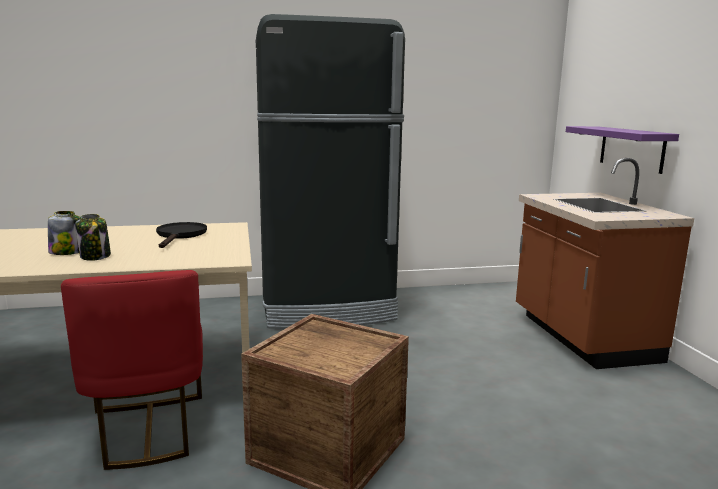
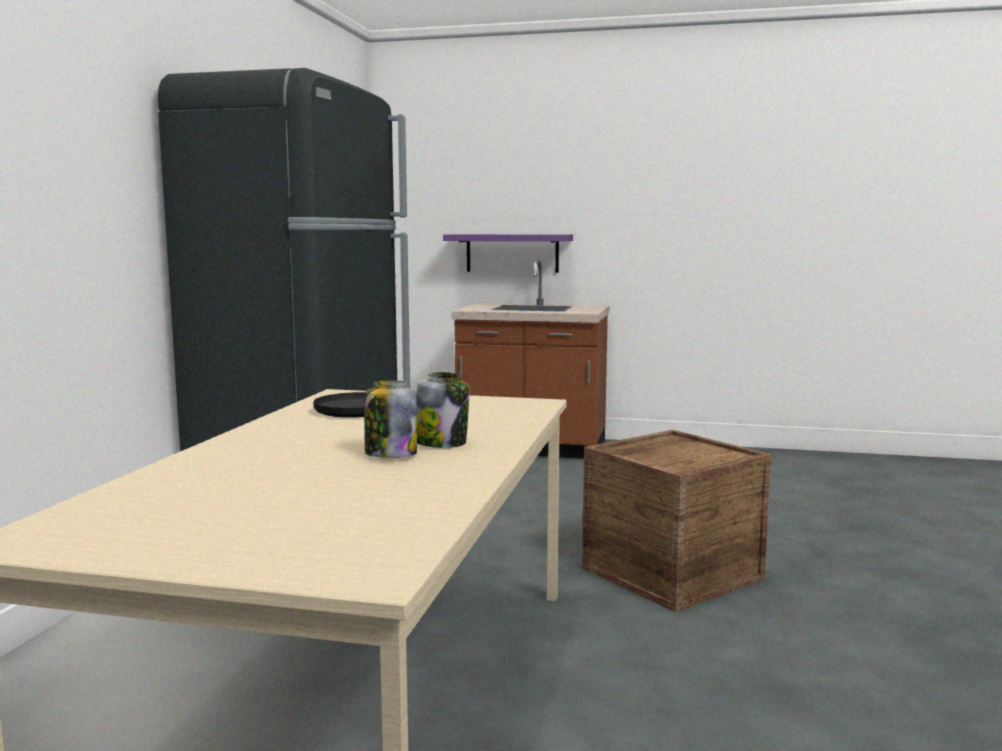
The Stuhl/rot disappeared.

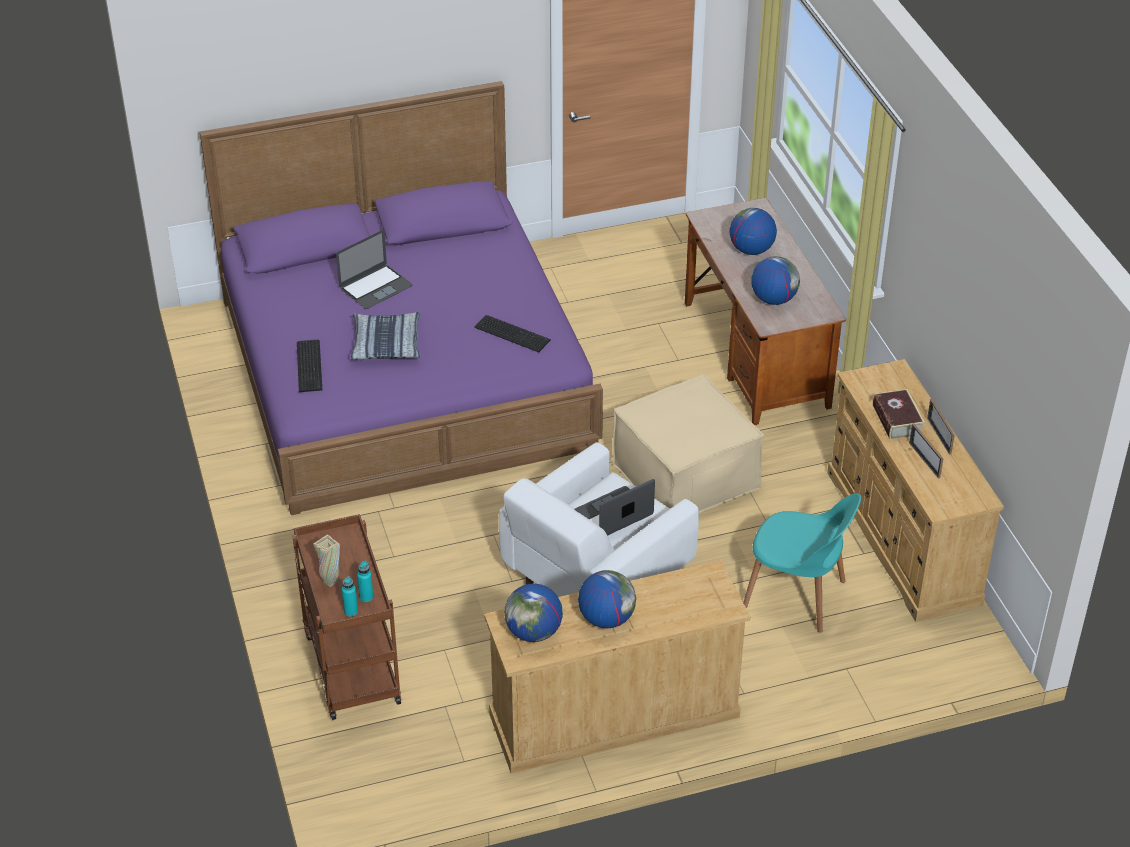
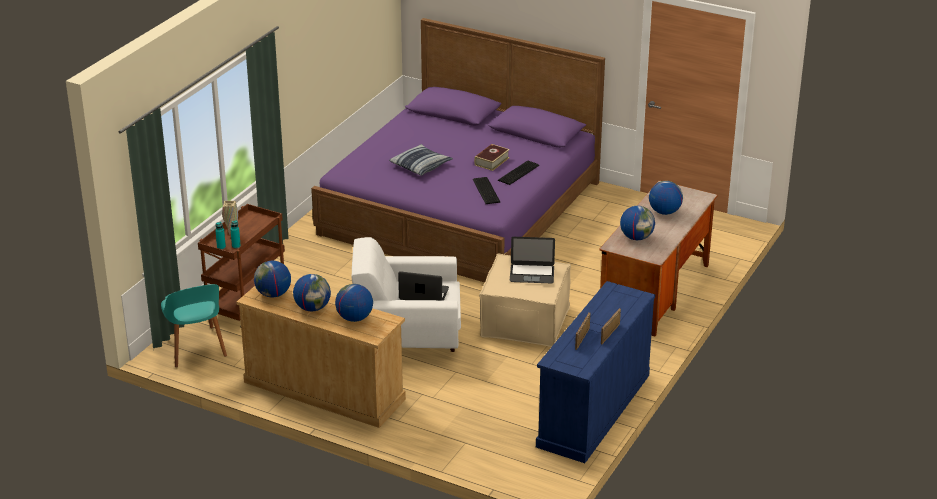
The Stuhl/türkis moved.
The Globus (3rd from left) appeared.
The Buch moved.
The Tastatur (1st from left in the first image) moved.
The Laptop (1st from left in the first image) moved.
The Kommode/beige (2nd from left) became the Kommode/blau.

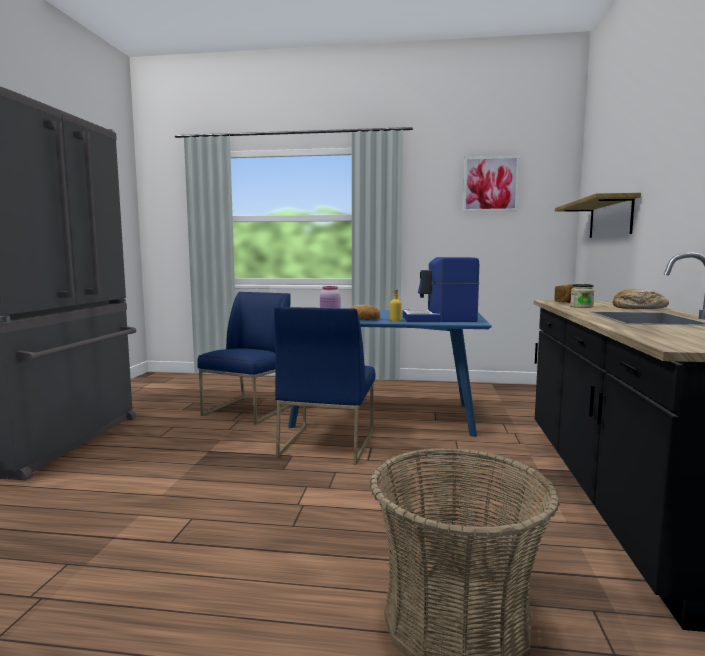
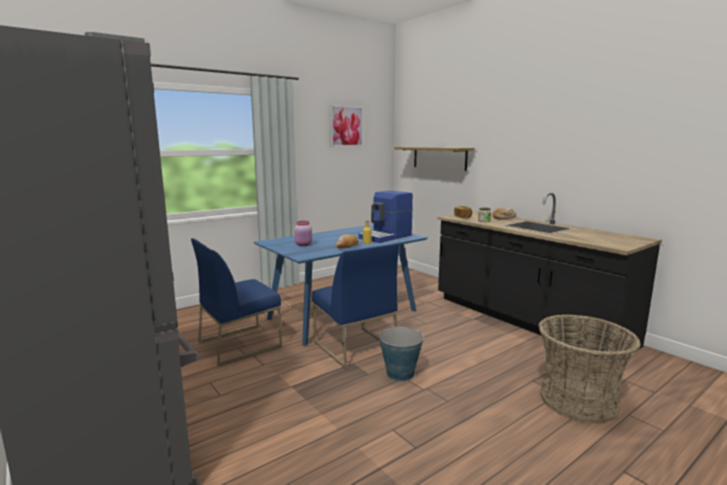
The Stuhl/blau (1st from left) turned 105 degrees counterclockwise.
The Eimer appeared.

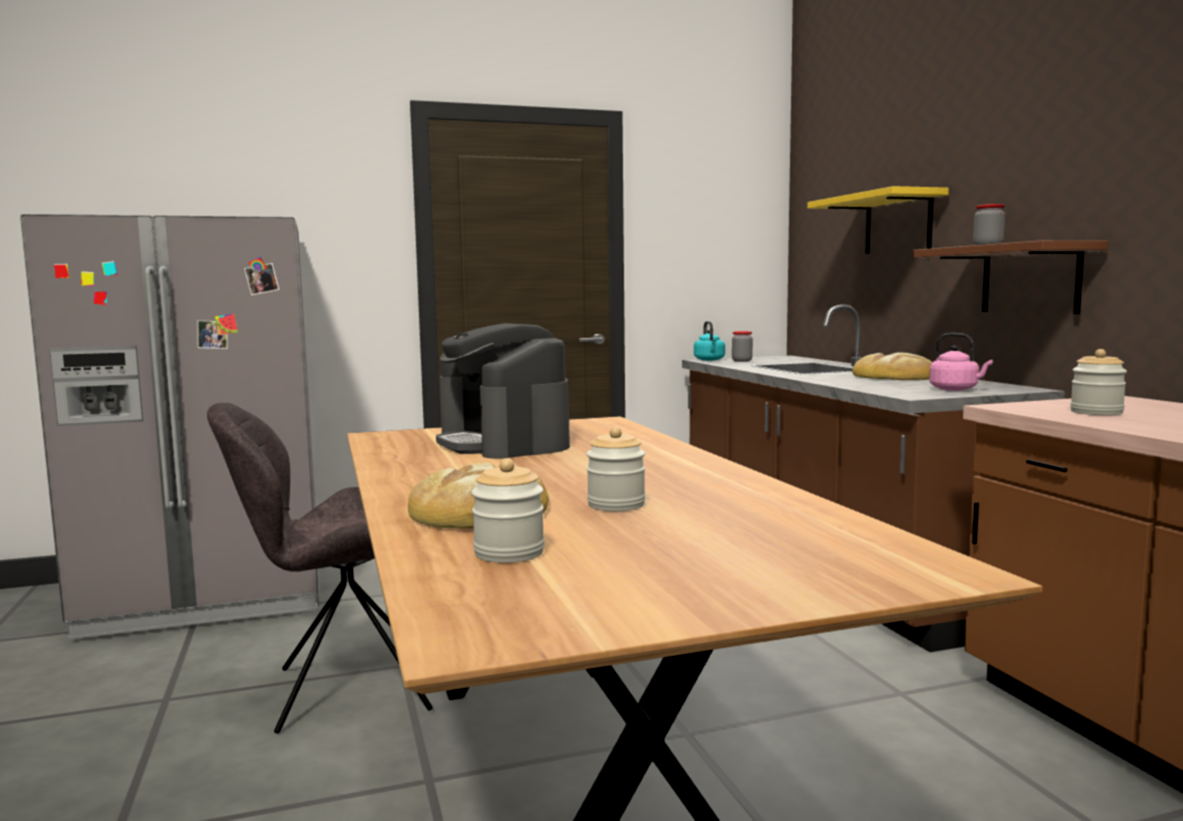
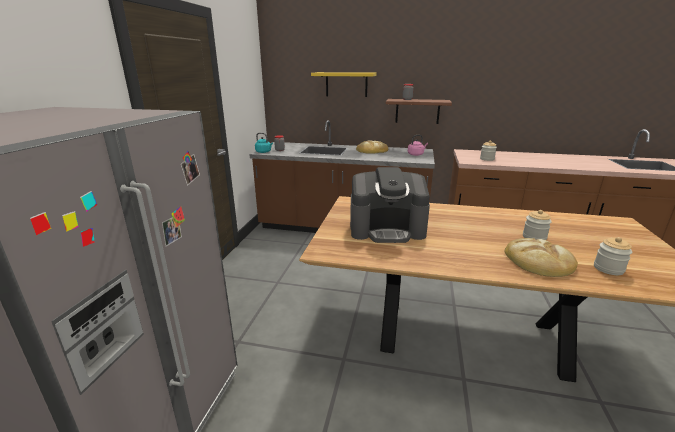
The Stuhl/grau disappeared.

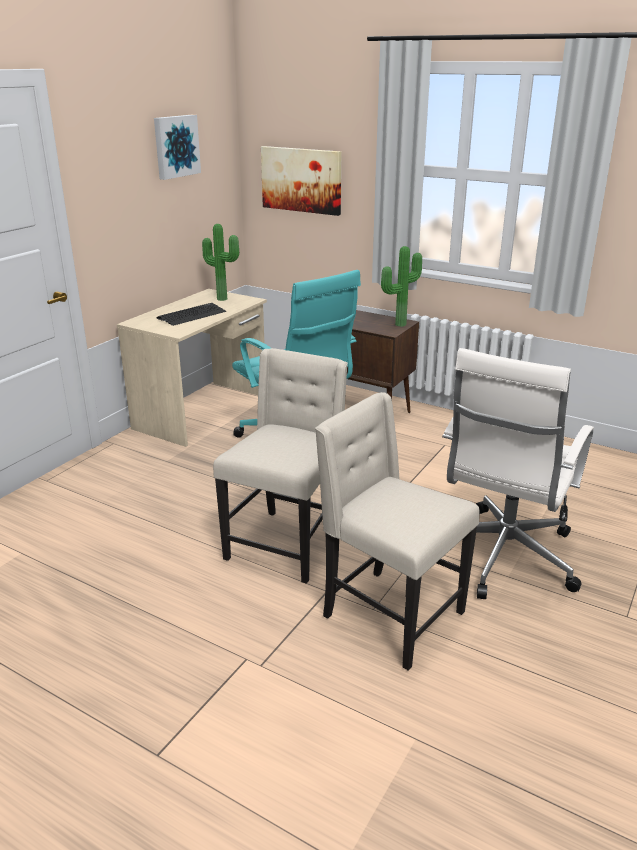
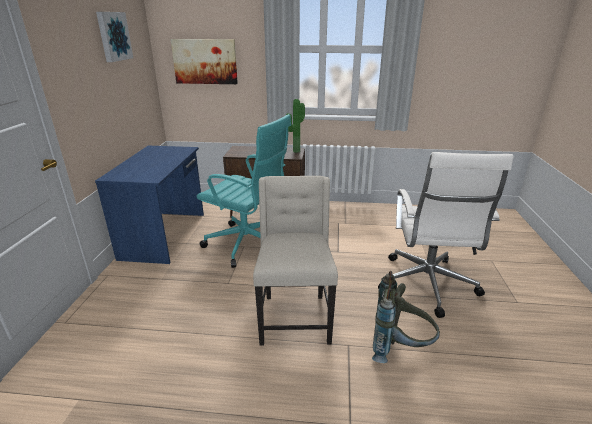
The Schreibtisch/beige became the Schreibtisch/blau.
The Stuhl/beige (2nd from left) was replaced by the Rucksack/grau.
The Tastatur disappeared.
The Topfpflanze (1st from left) disappeared.

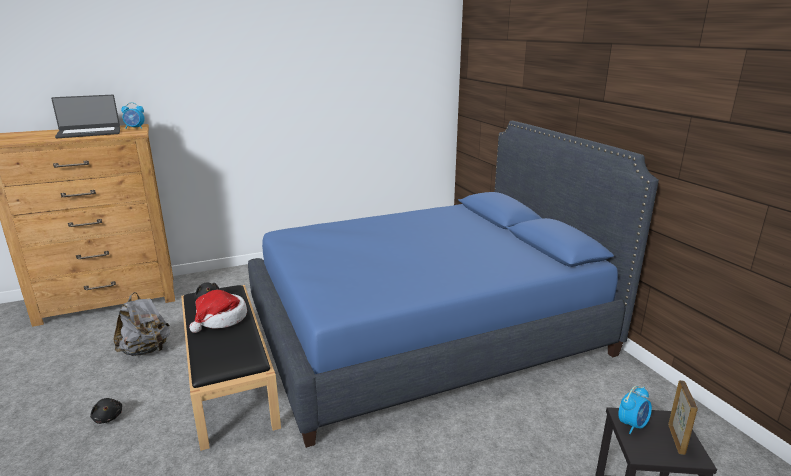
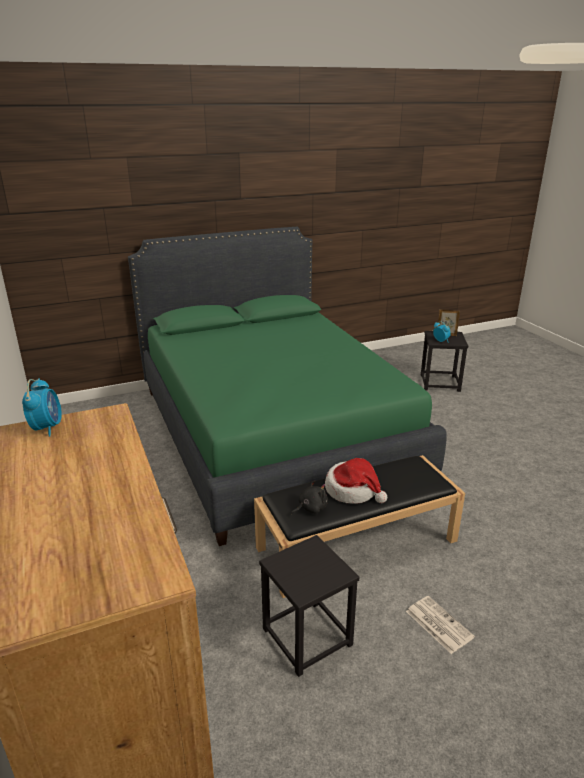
The Bett/blau became the Bett/grün.
The Rucksack/grau was replaced by the Hocker/schwarz (1st from left).
The Plüschtier/schwarz (1st from left) was replaced by the Zeitung.
The Laptop disappeared.

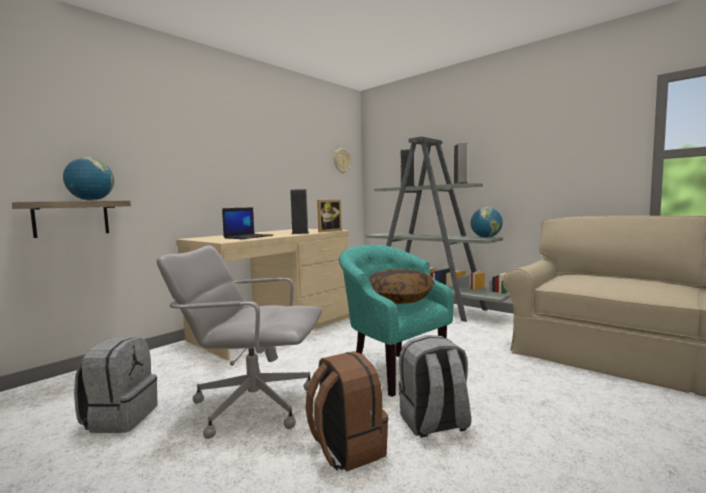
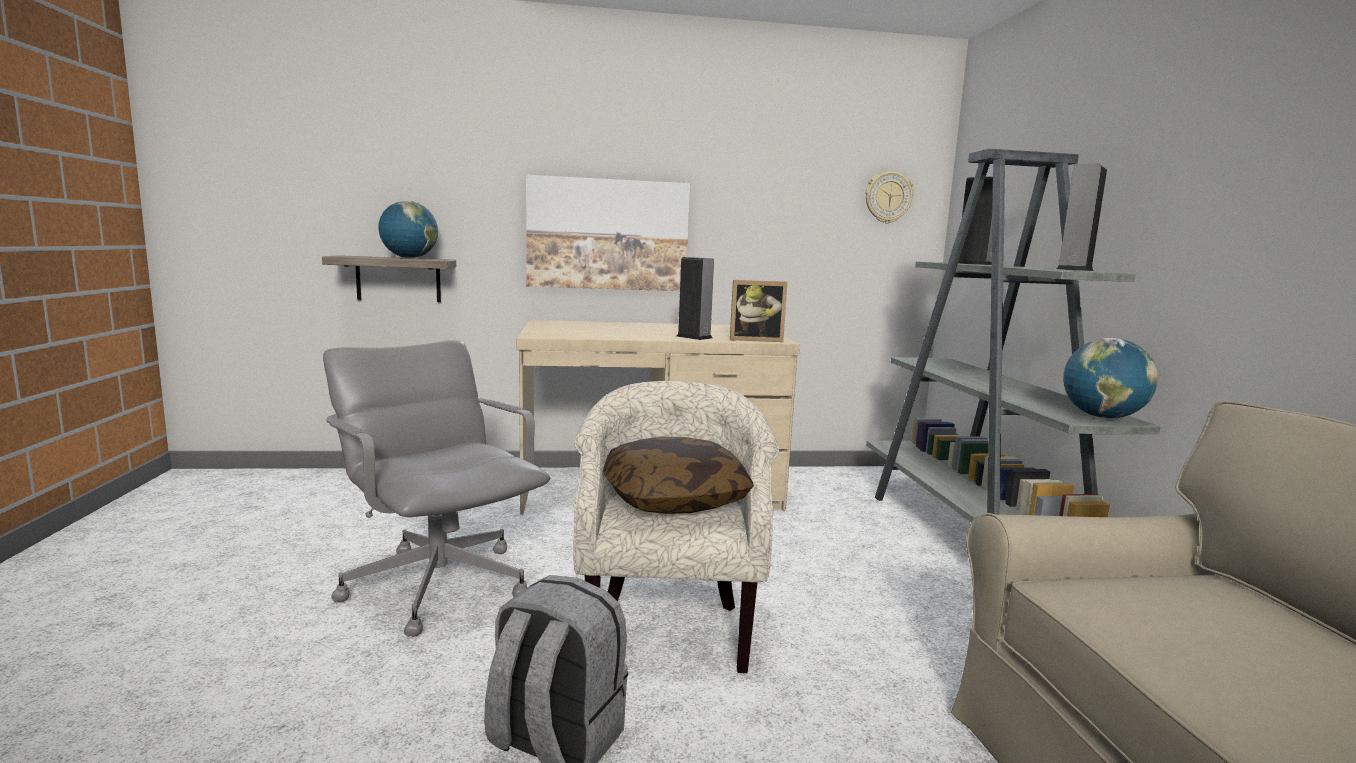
The Bild appeared.
The Sessel/türkis became the Sessel/beige.
The Rucksack/grau (1st from left) disappeared.
The Laptop disappeared.
The Rucksack/braun disappeared.

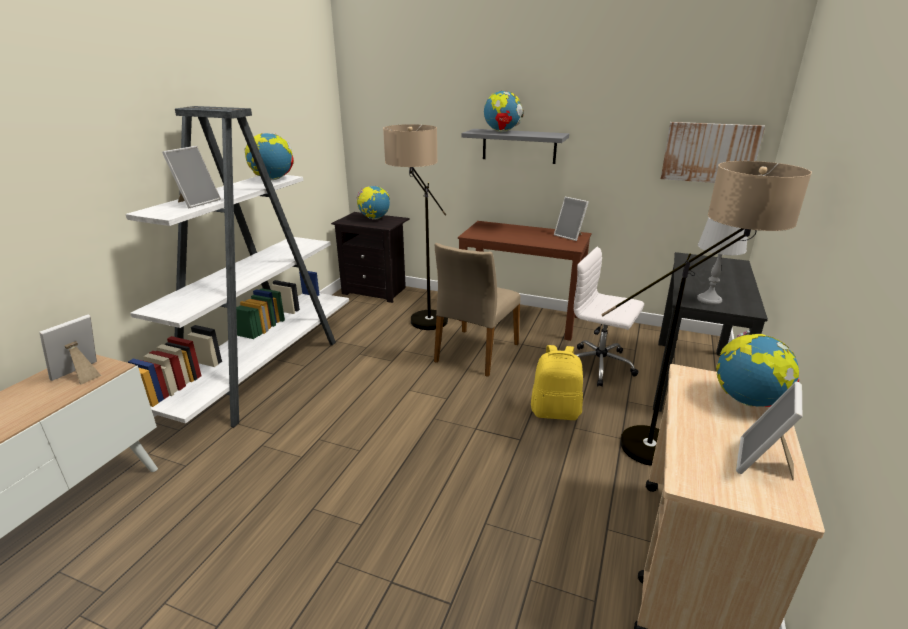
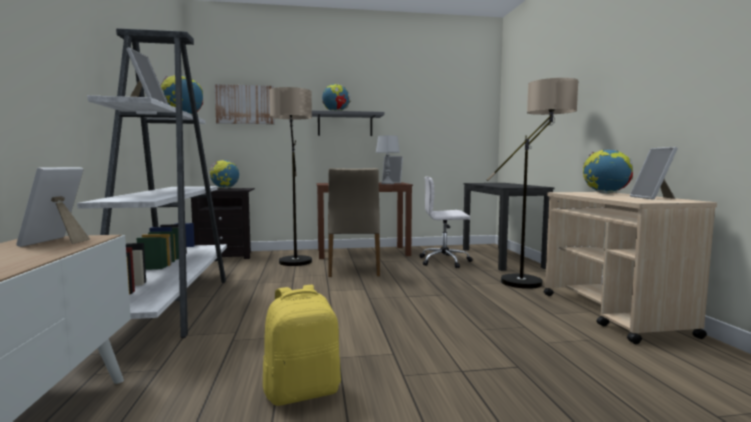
The Bild moved.
The Rucksack/gelb moved.
The Tischlampe/grau moved.

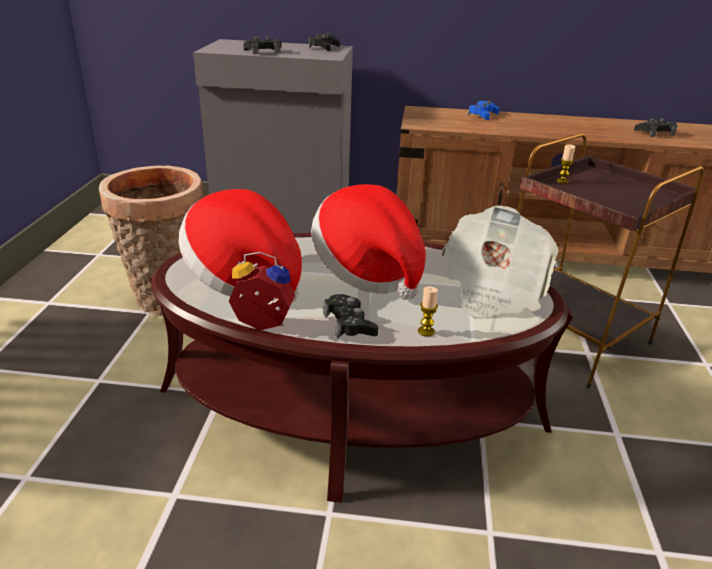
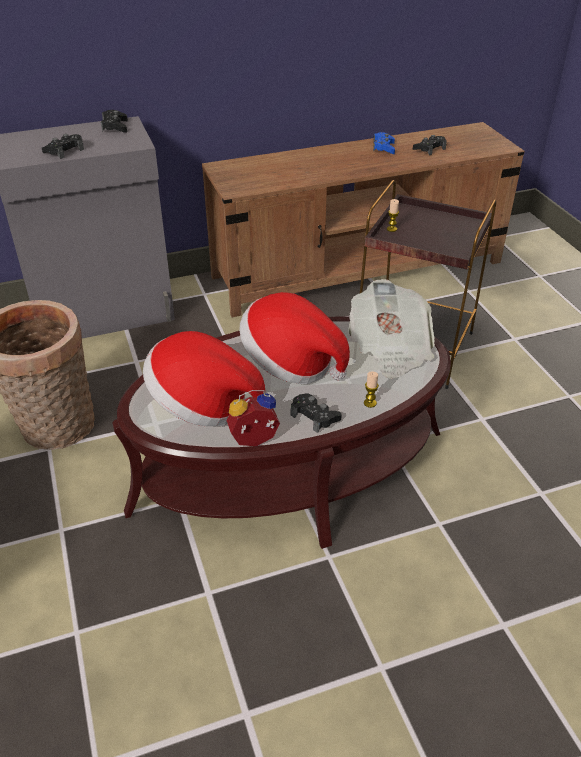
The Gamepad/blau moved.

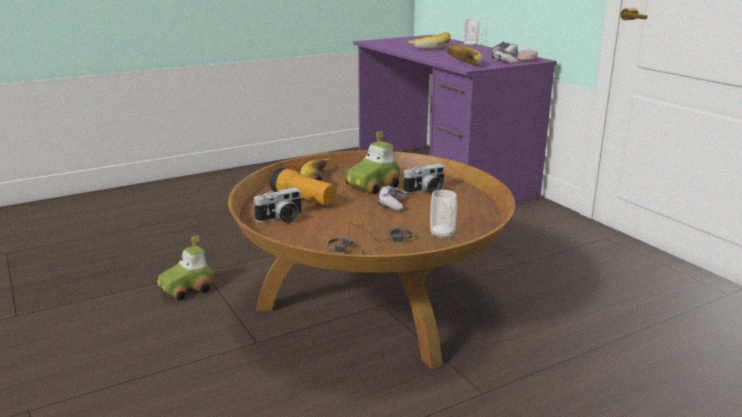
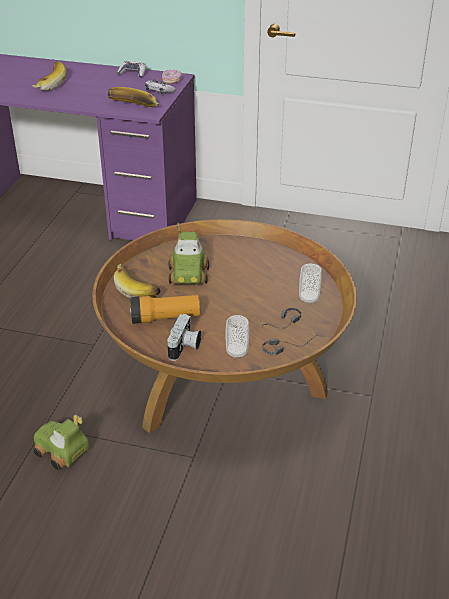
The Spielzeugauto (1st from left) turned 120 degrees clockwise.
The Tasse (2nd from left in the first image) moved.
The Gamepad (1st from left) disappeared.
The Kamera (2nd from left) disappeared.

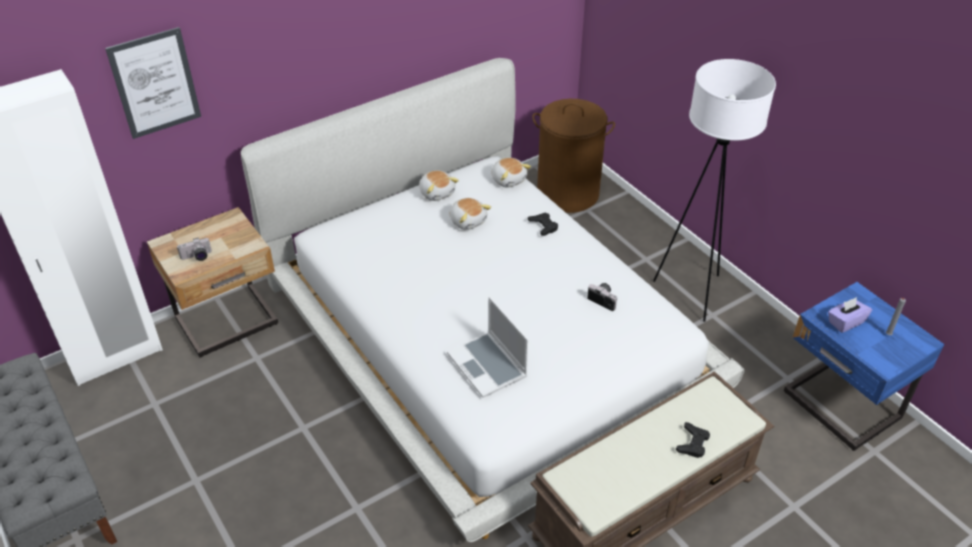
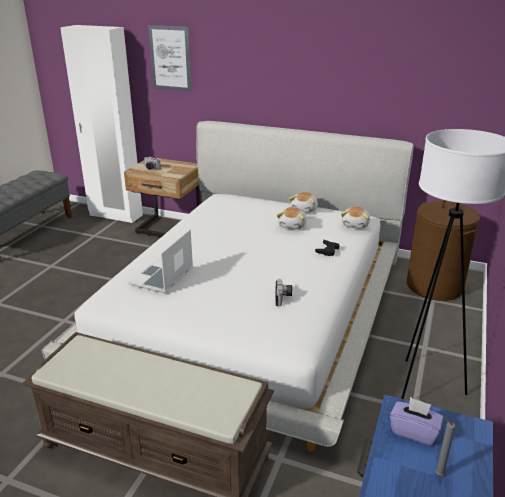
The Gamepad/schwarz (2nd from left) disappeared.

